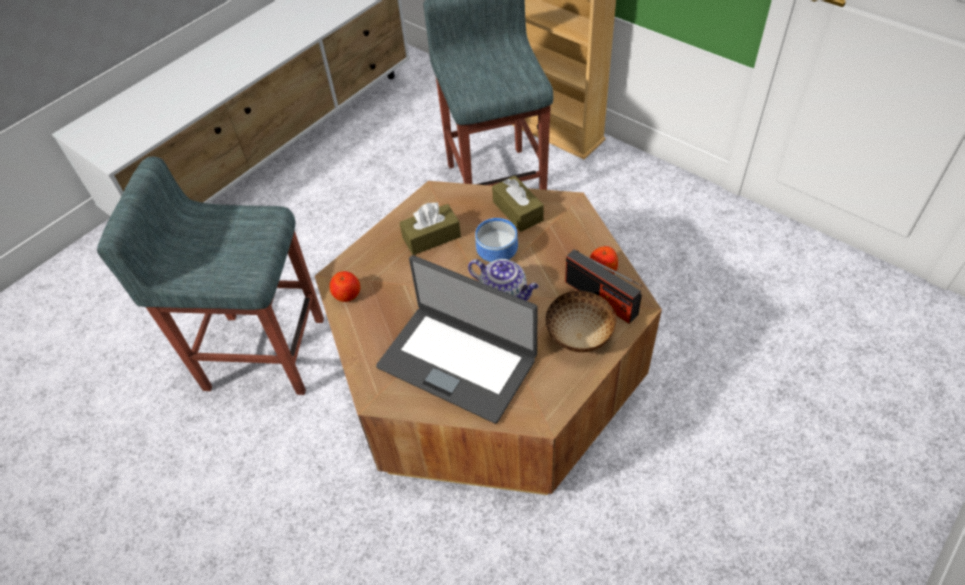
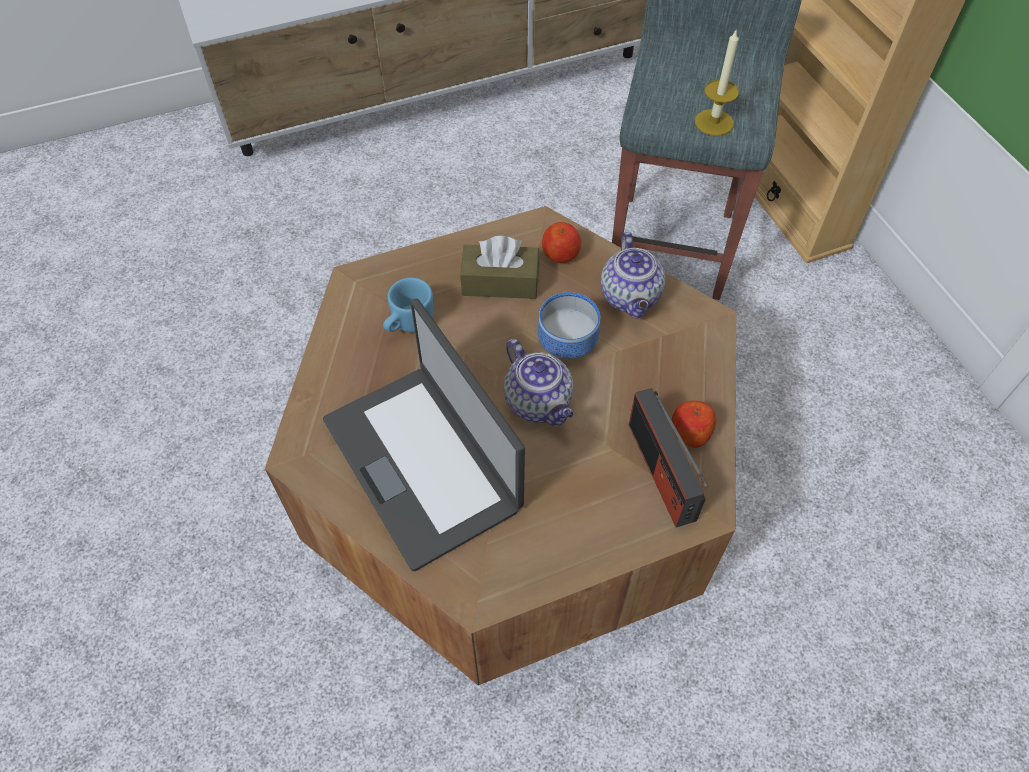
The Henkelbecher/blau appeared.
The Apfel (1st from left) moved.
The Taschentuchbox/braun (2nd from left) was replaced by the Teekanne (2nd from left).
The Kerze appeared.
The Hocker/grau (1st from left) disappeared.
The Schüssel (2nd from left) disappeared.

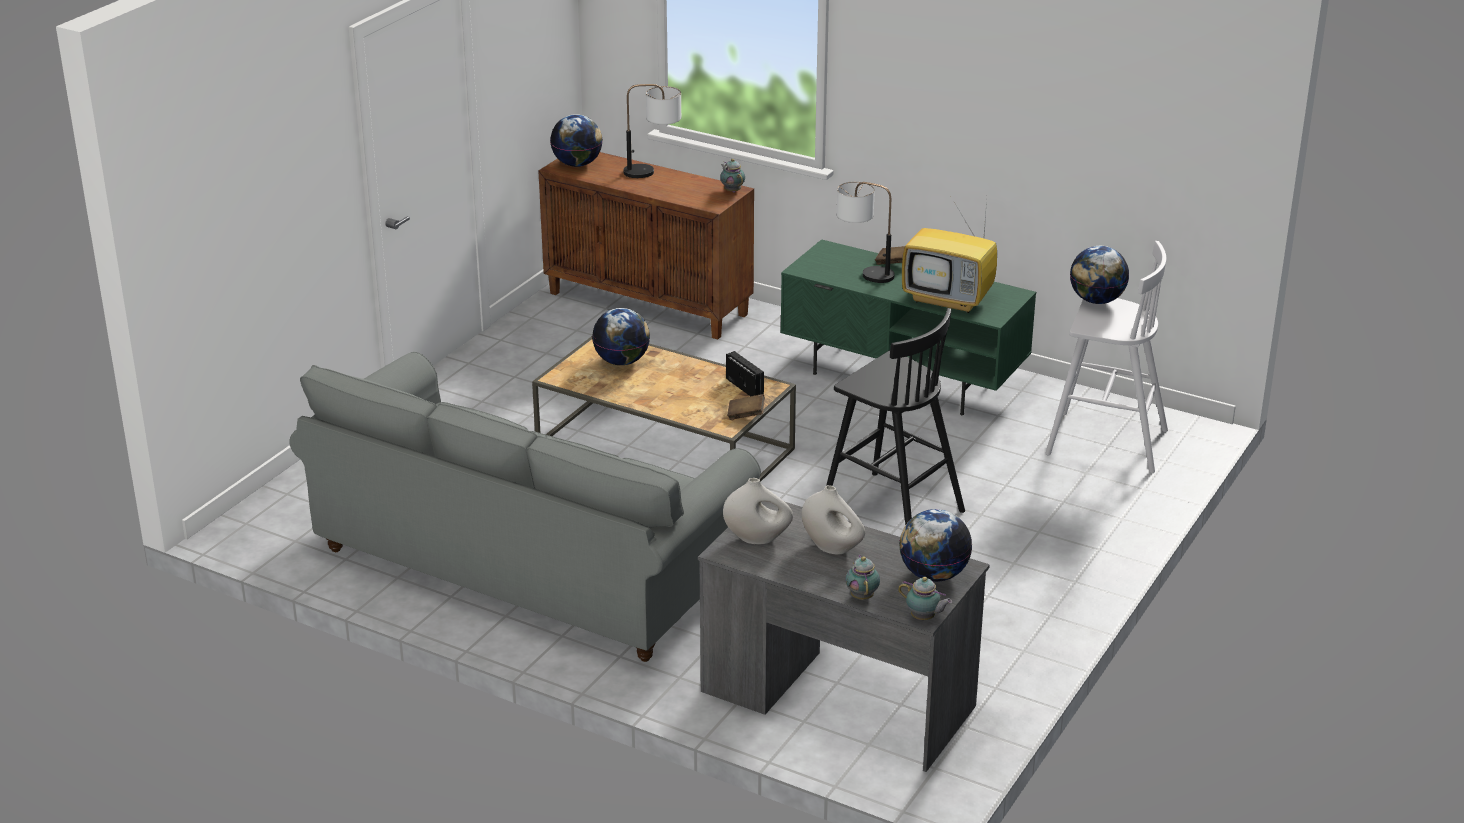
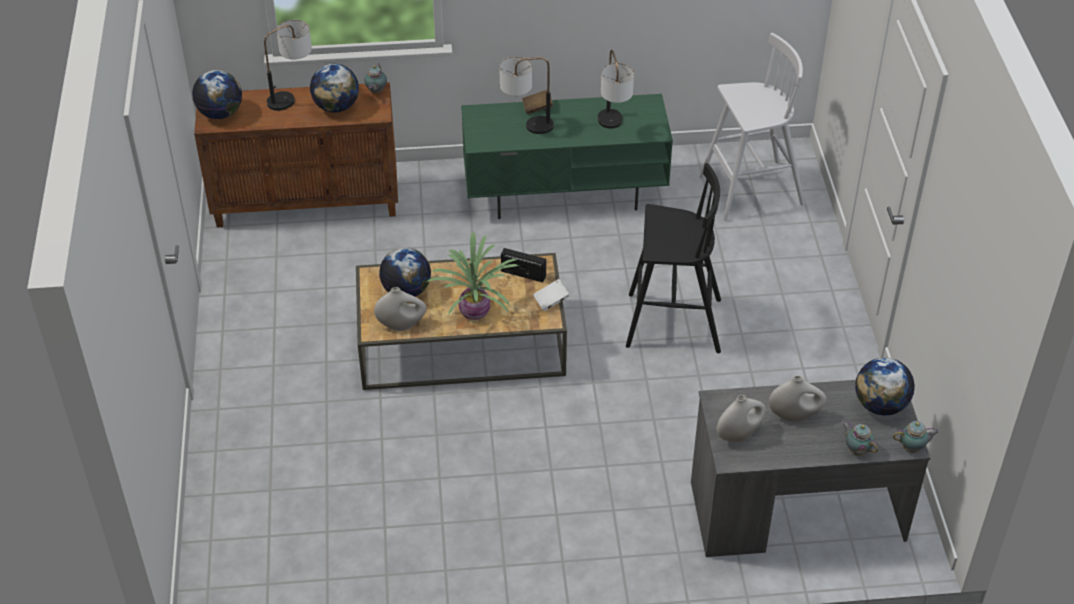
The Globus (4th from left in the first image) moved.
The Teekanne (1st from left) turned 105 degrees counterclockwise.
The Vase/weiß (1st from left) appeared.
The Topfpflanze appeared.
The Buch/braun (1st from left) became the Buch/weiß.
The Fernseher was replaced by the Tischlampe (3rd from left).
The Sofa/grau disappeared.

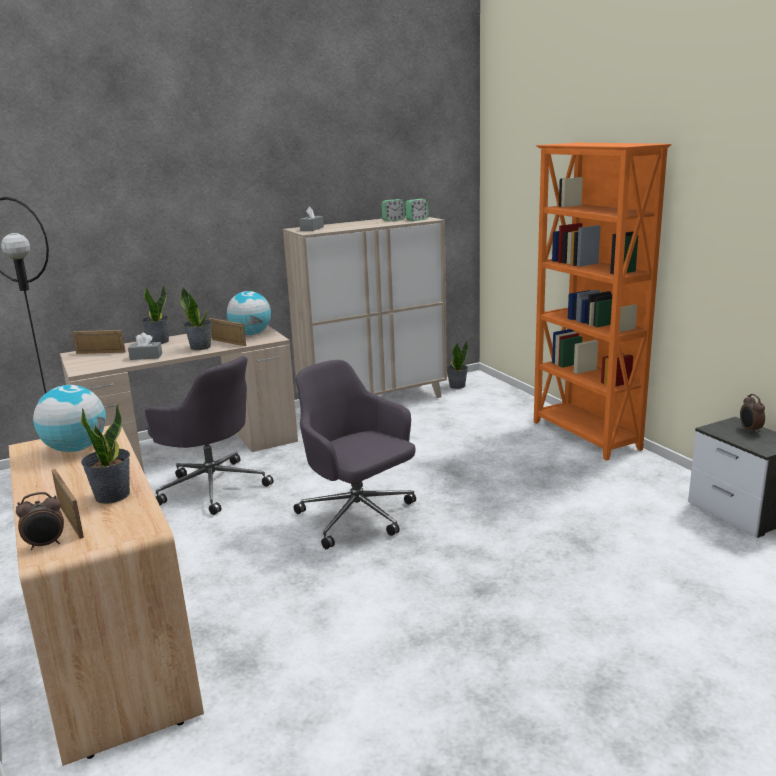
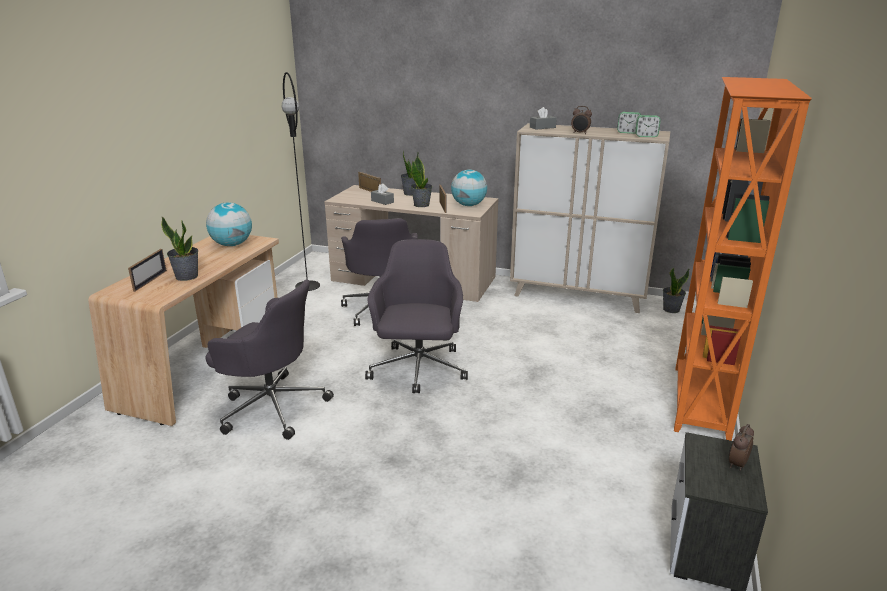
The Bürostuhl/grau (1st from left) appeared.
The Wecker (1st from left) moved.

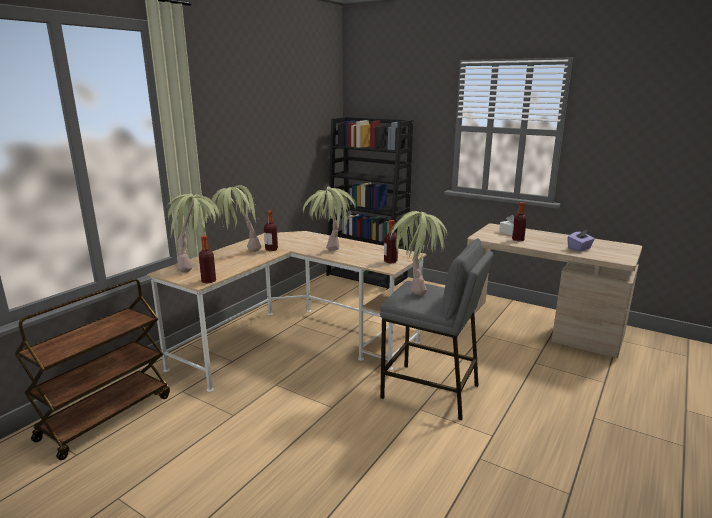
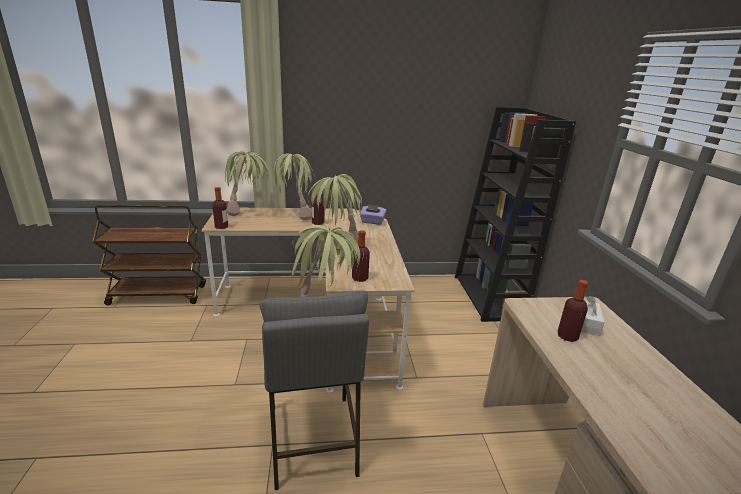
The Taschentuchbox/lila moved.

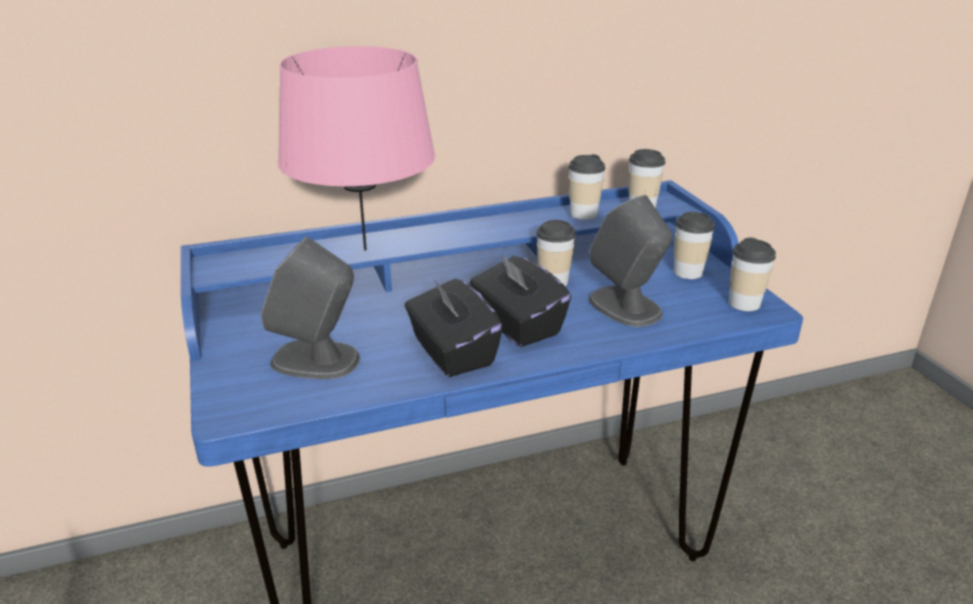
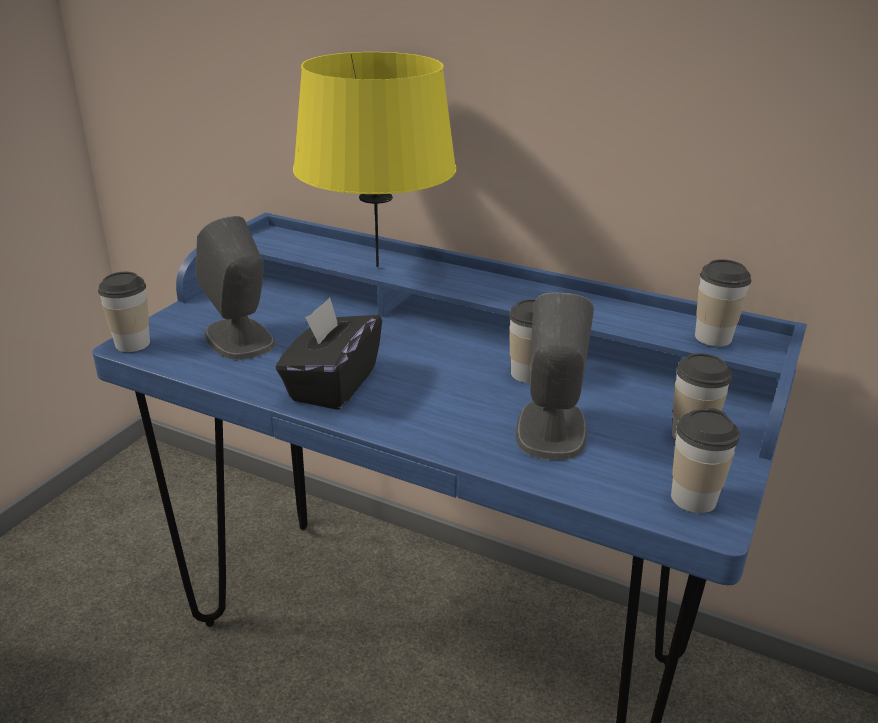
The Tasse (2nd from left in the first image) moved.
The Tischlampe/rosa became the Tischlampe/gelb.
The Taschentuchbox/schwarz (2nd from left) disappeared.

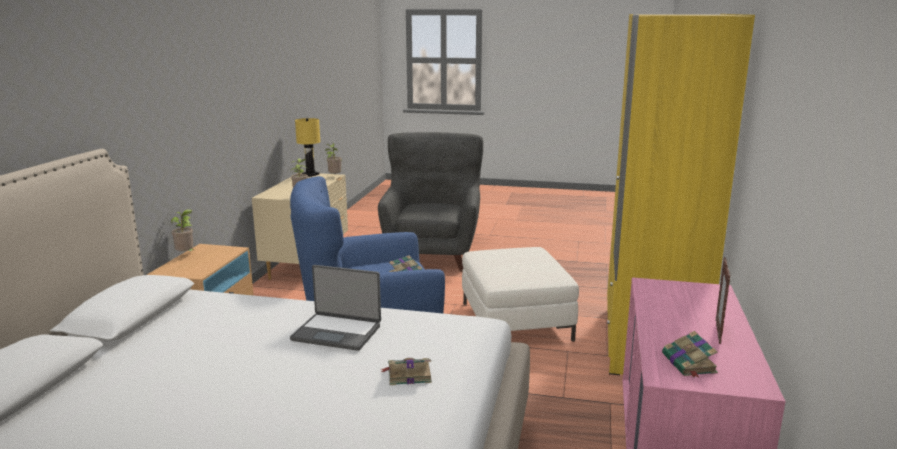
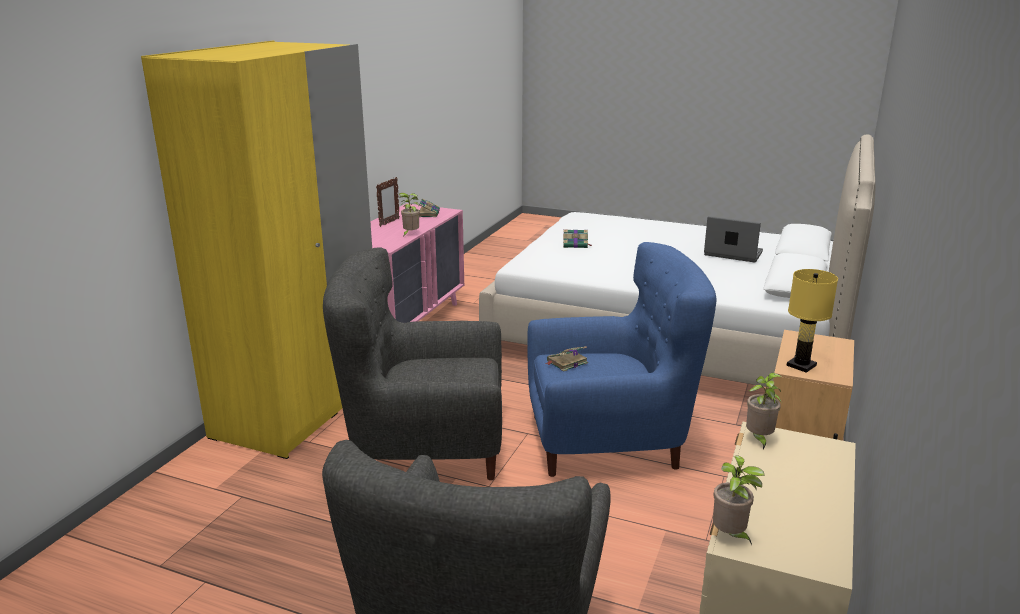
The Polsterhocker/weiß was replaced by the Sessel/grau (1st from left).
The Topfpflanze (1st from left) moved.
The Laptop moved.
The Tischlampe/gelb moved.

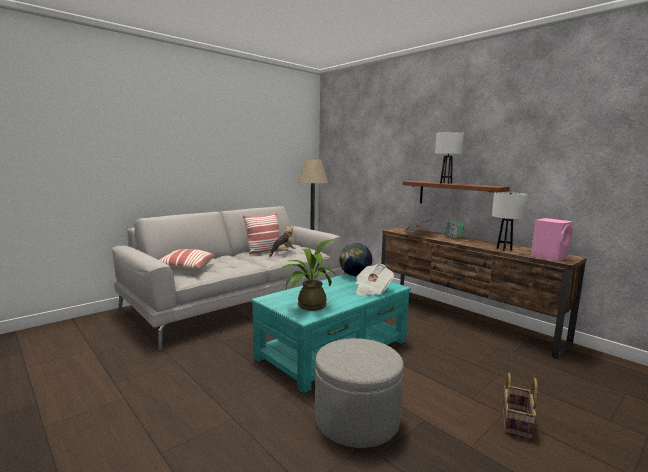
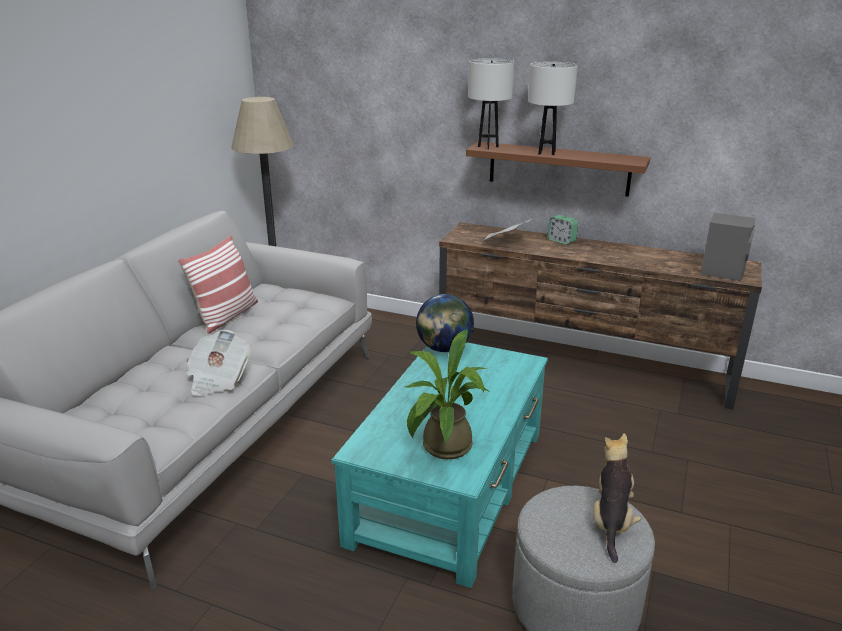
The Zeitung (1st from left) moved.
The Tischlampe/weiß (2nd from left in the first image) moved.
The Plüschtier moved.
The Lautsprecher/rosa became the Lautsprecher/grau.
The Kissen (1st from left) disappeared.
The Korb disappeared.

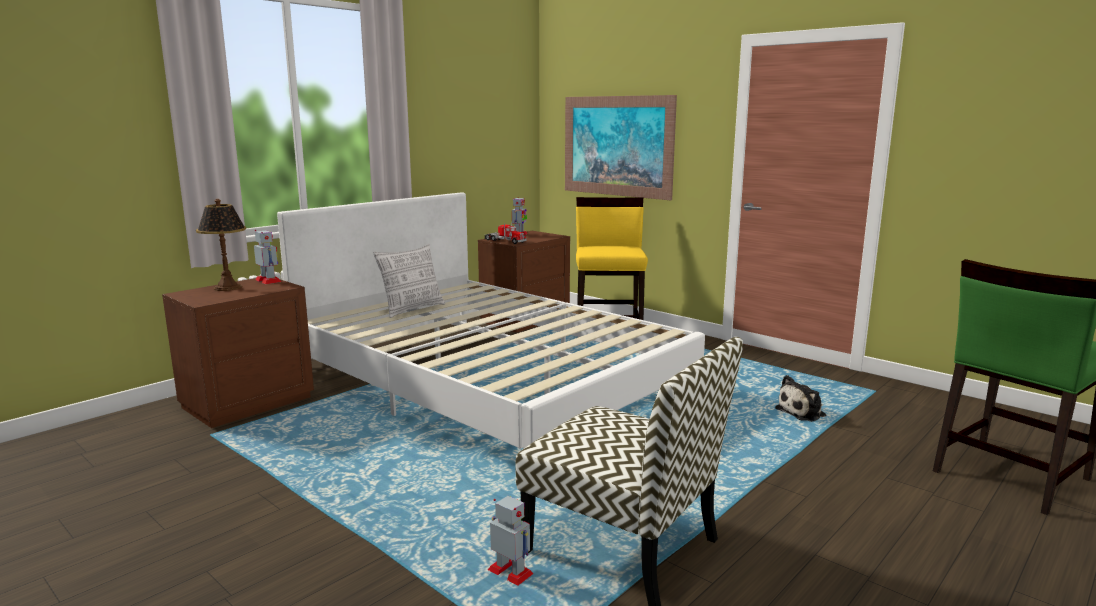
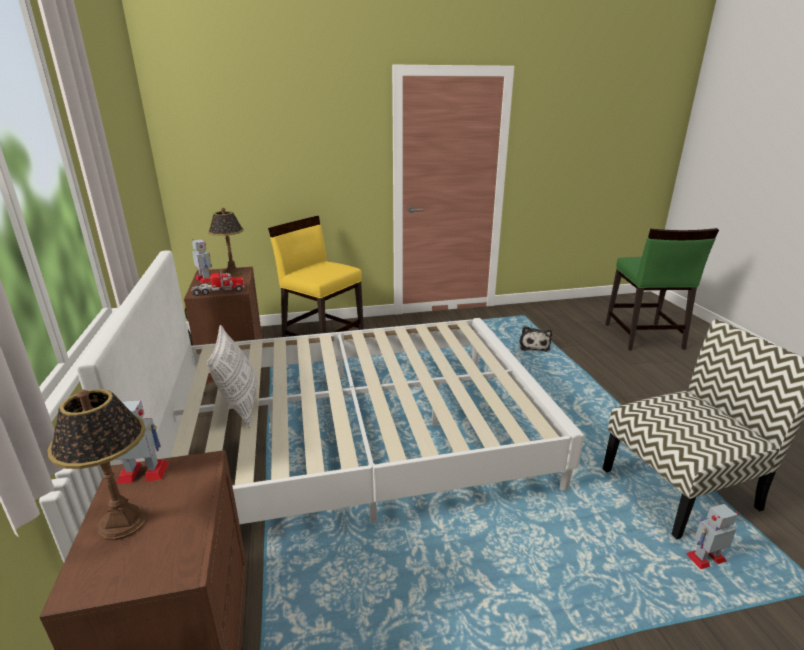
The Tischlampe (2nd from left) appeared.
The Bild disappeared.

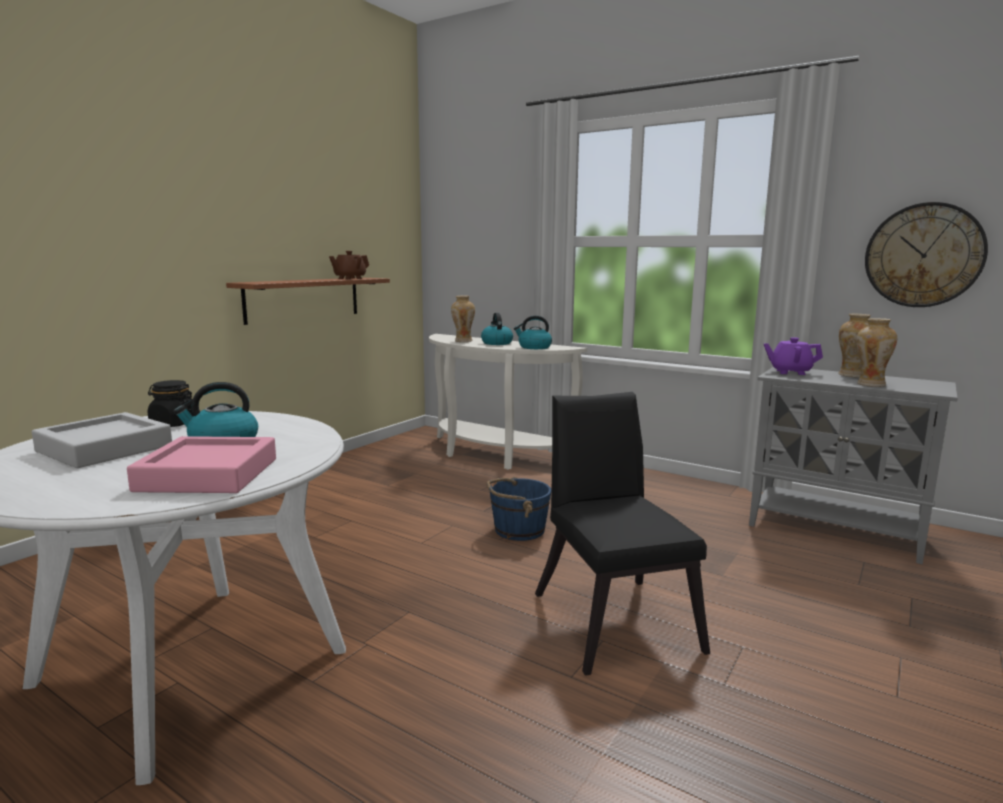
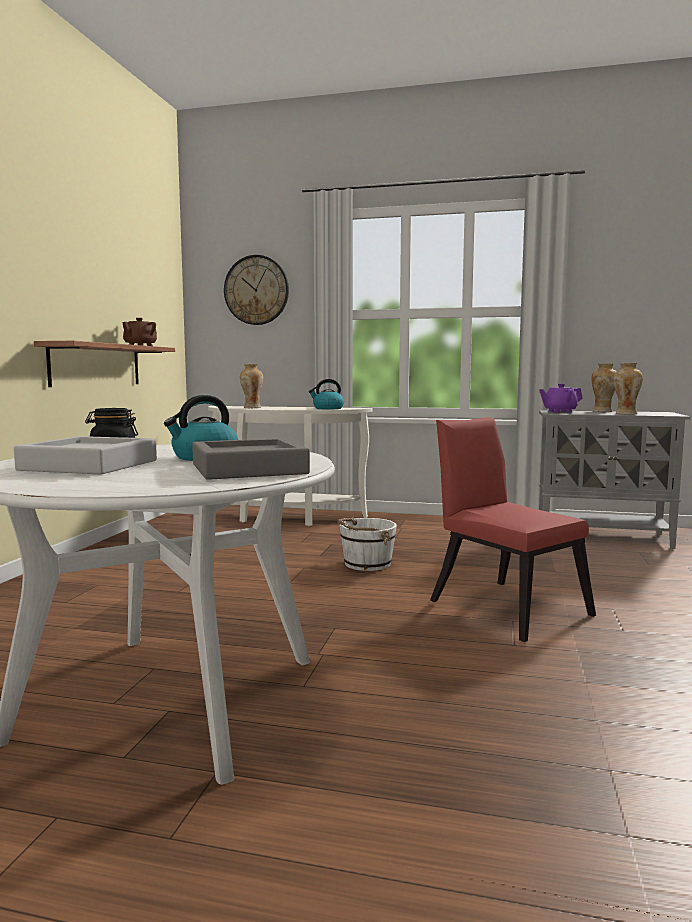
The Tablett/rosa became the Tablett/grau (2nd from left).
The Wanduhr moved.
The Eimer/blau became the Eimer/weiß.
The Stuhl/schwarz became the Stuhl/rot.
The Wasserkessel (2nd from left) disappeared.

